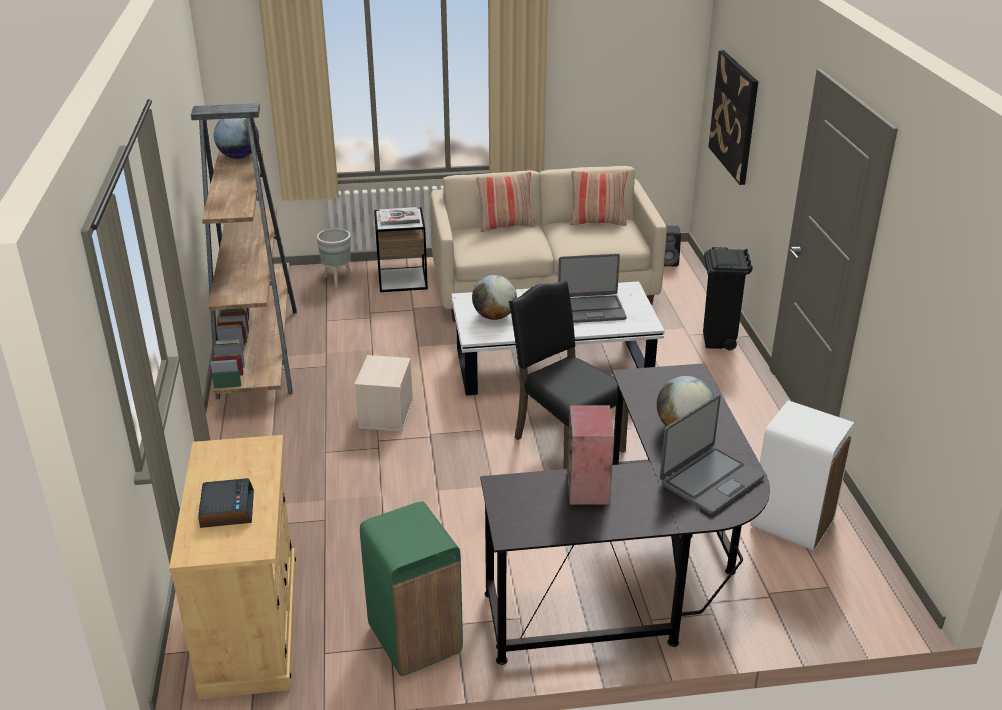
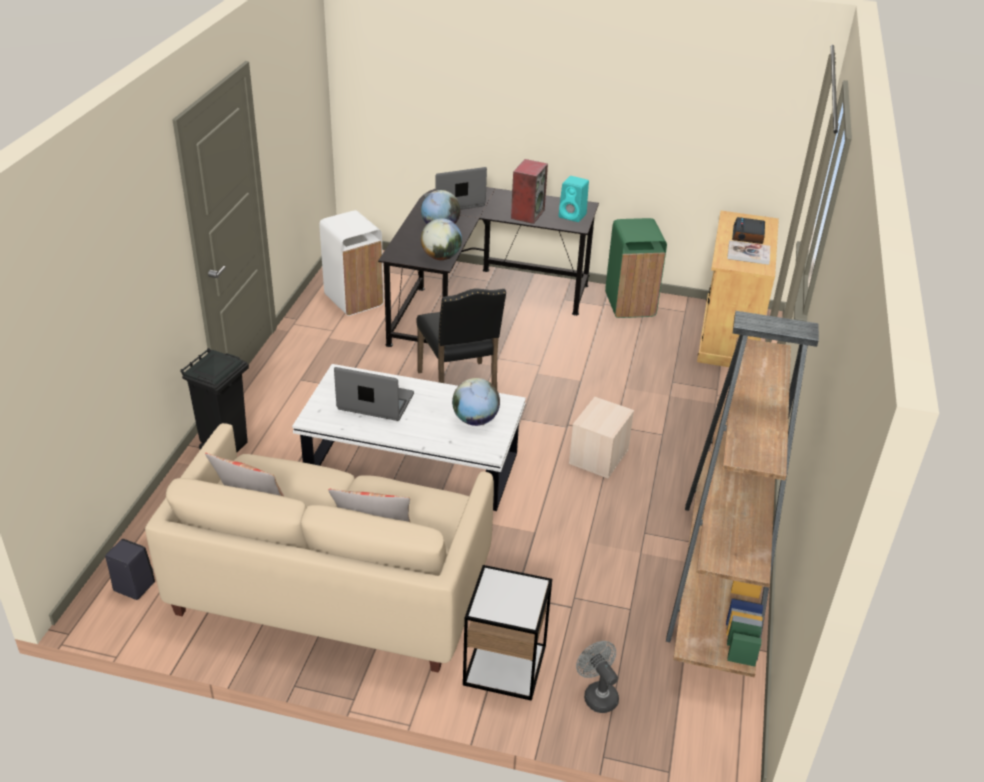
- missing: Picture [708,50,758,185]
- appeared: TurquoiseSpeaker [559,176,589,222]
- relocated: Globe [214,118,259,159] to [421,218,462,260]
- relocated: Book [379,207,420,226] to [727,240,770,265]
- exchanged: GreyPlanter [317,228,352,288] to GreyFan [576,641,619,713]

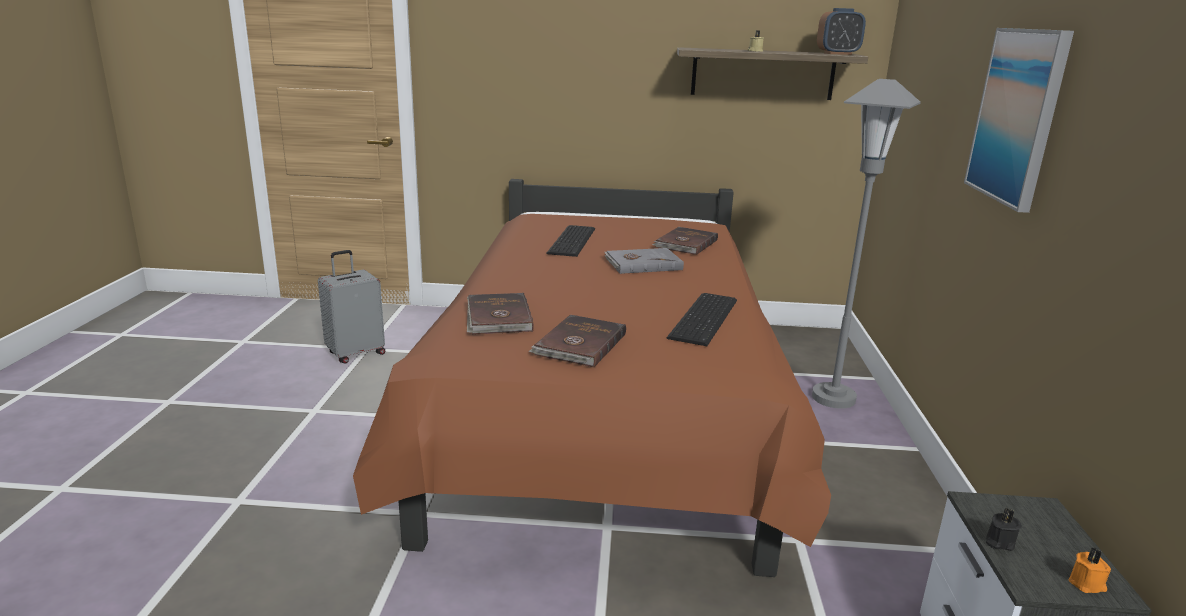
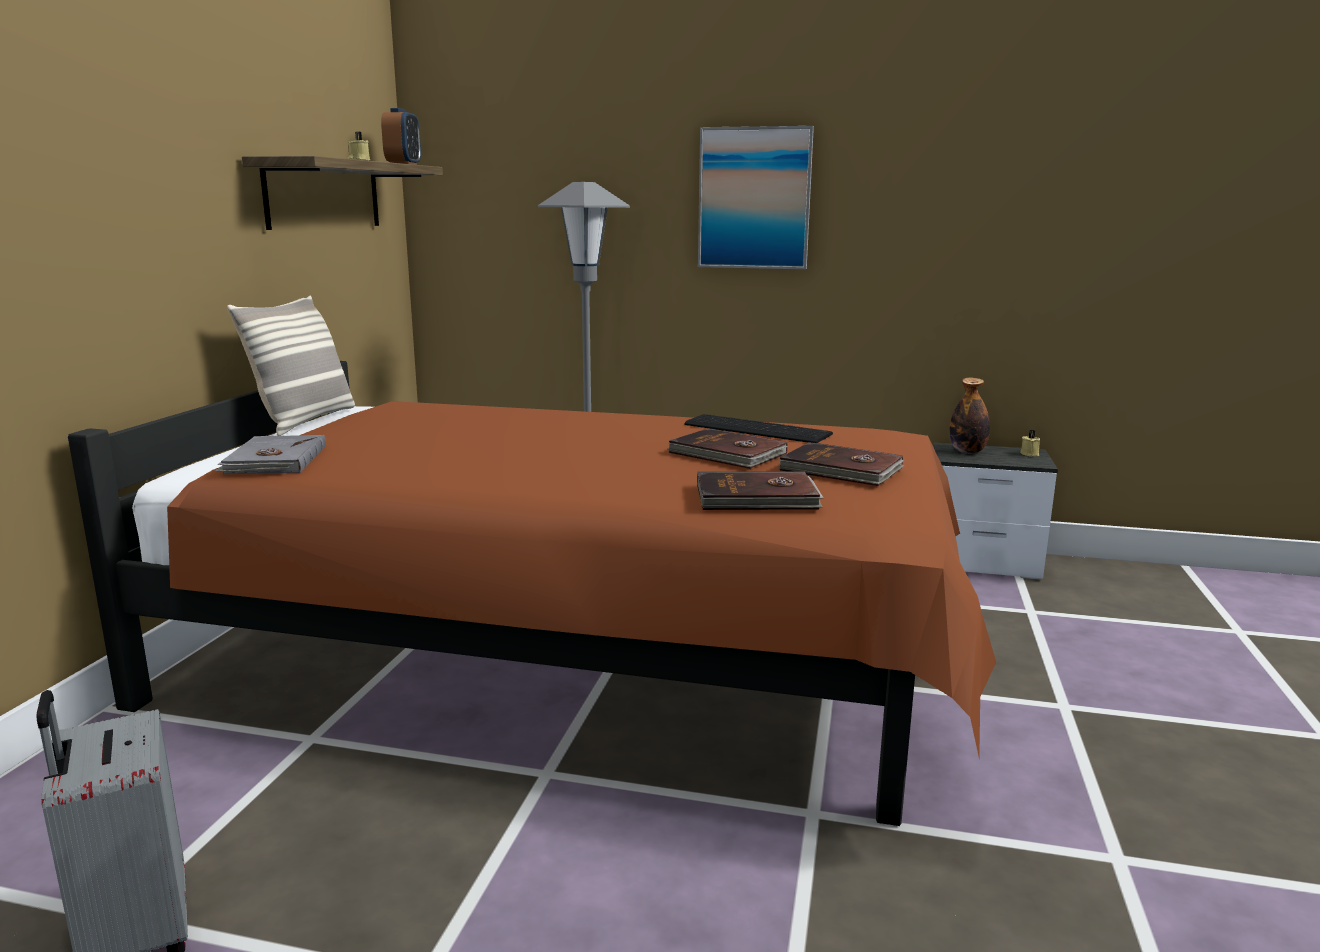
- missing: Keyboard [546,225,595,257]
- missing: BlackCandle [986,508,1022,551]
- appeared: Pillow [227,296,355,436]
- appeared: Bottle [950,378,990,453]
- relocated: GreyBook [604,248,684,274] to [215,435,326,474]
- relocated: BrownBook [652,227,718,255] to [668,428,788,469]
- colour: OrangeCandle [1068,547,1111,593] to BeigeCandle [1020,430,1040,456]

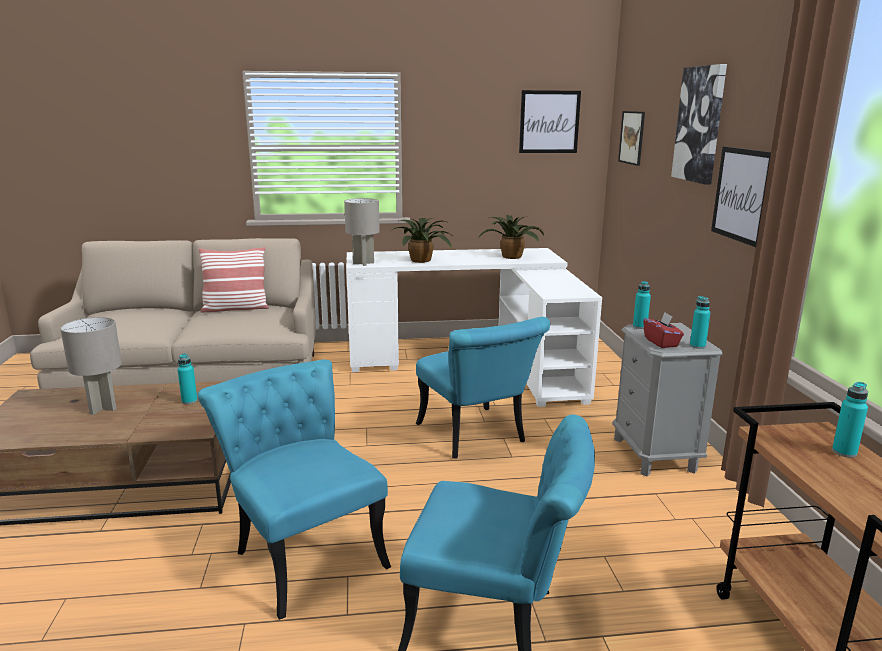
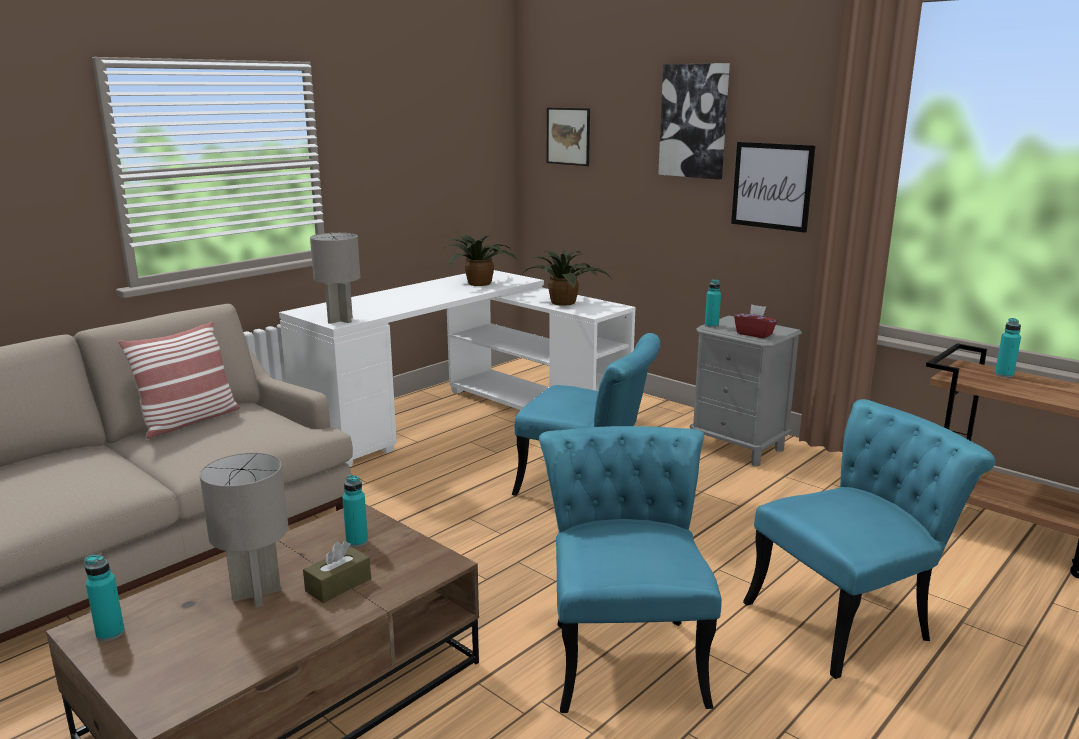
- missing: Picture [519,90,581,153]
- appeared: BrownTissueBox [303,541,371,603]
- relocated: PottedPlant [391,218,453,263] to [523,250,613,306]
- relocated: TurquoiseBottle [690,296,710,349] to [84,555,125,641]
- spun: TurquoiseChair [197,360,391,620] = [539,426,722,713] 75 degrees clockwise

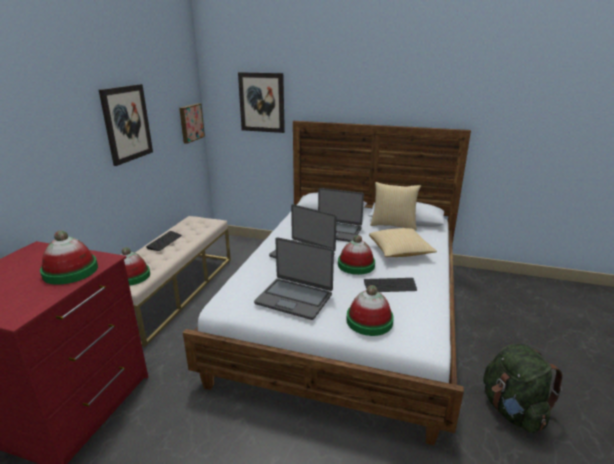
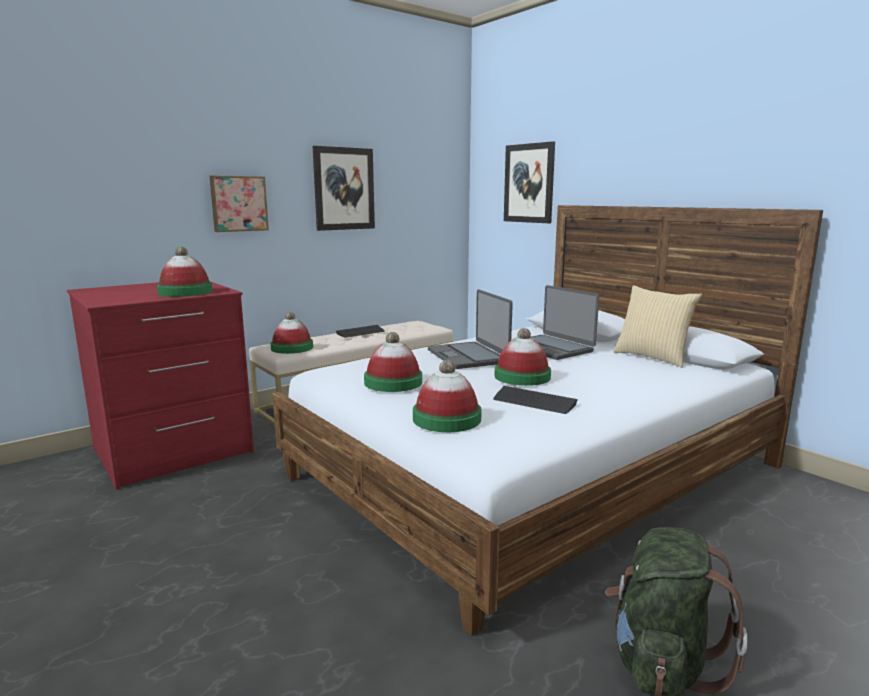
- missing: Pillow [369,228,437,257]
- relocated: Picture [179,103,205,144] to [210,176,269,232]
- exchanged: Laptop [254,237,334,320] to Hat [364,332,422,392]

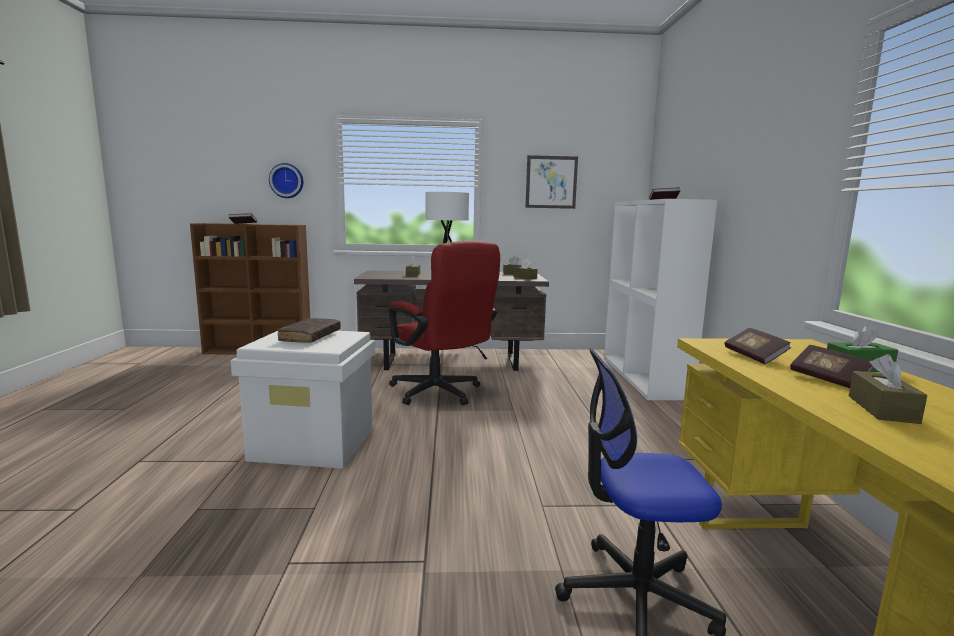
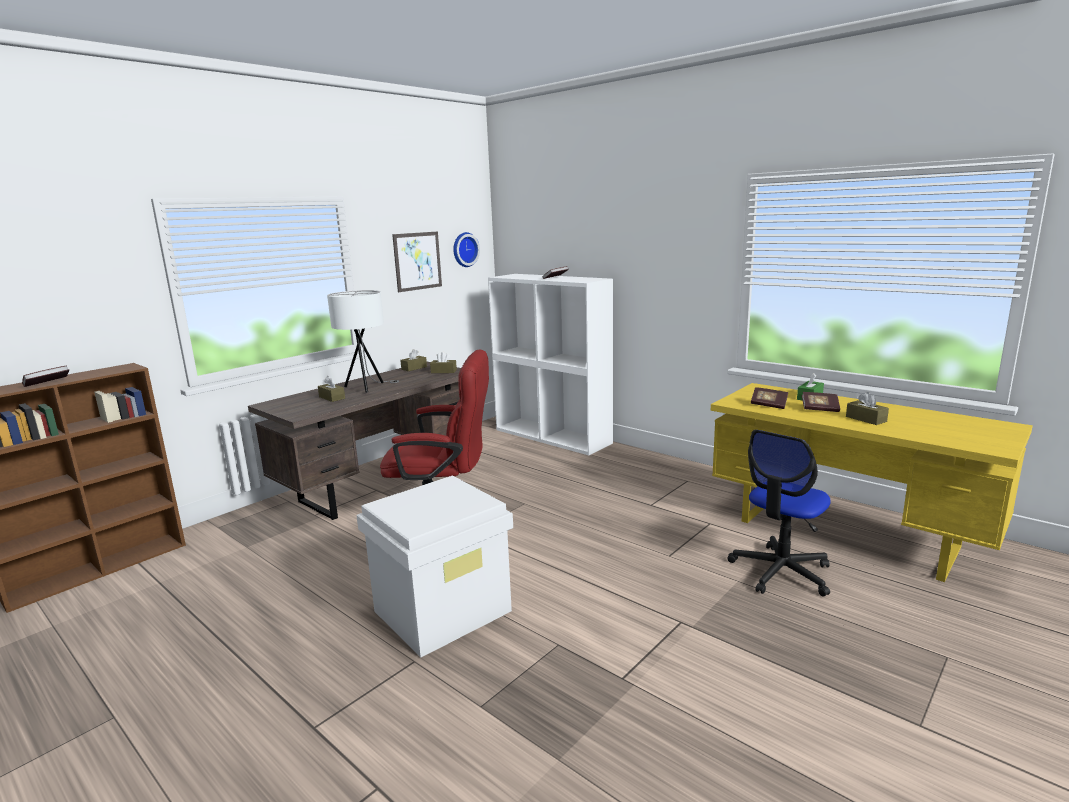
- missing: BrownBook [277,318,341,343]
- relocated: WallClock [269,163,303,198] to [453,232,480,267]

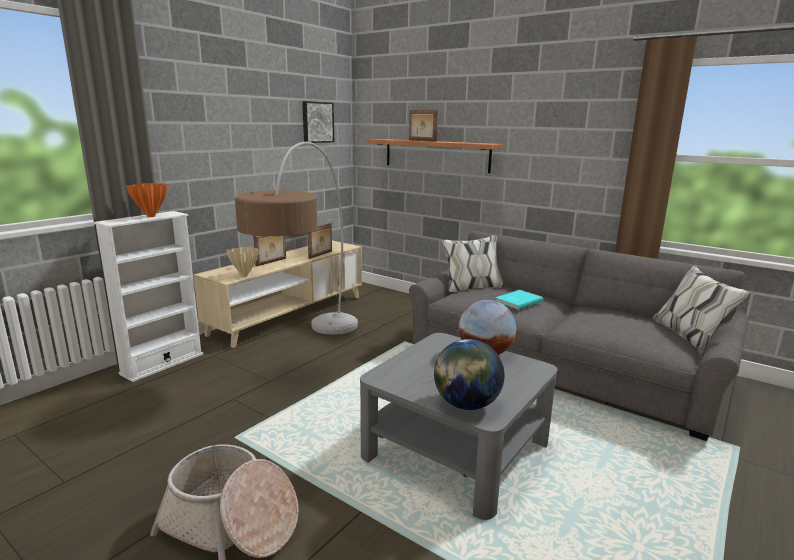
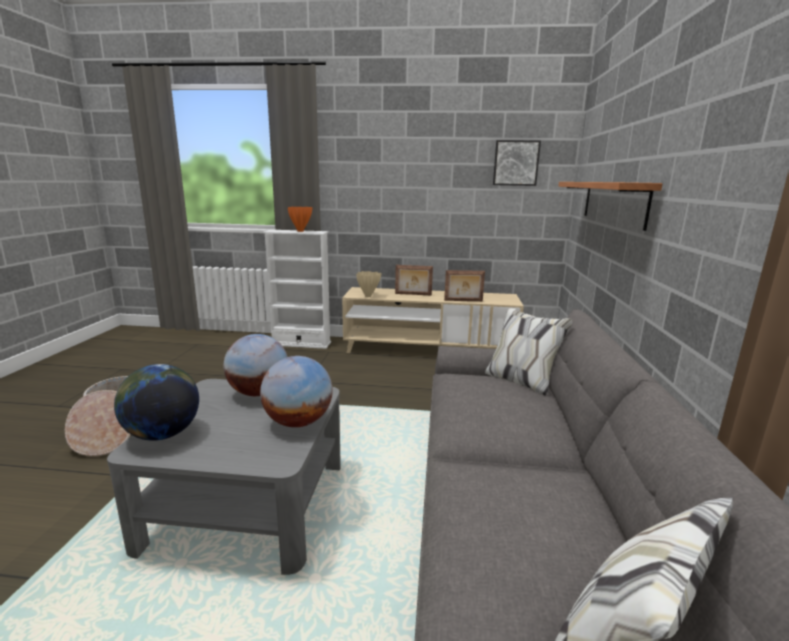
- missing: FloorLamp [235,142,358,335]
- missing: PictureFrame [409,110,438,142]
- missing: TurquoiseBook [495,290,543,310]
- appeared: Globe [223,334,288,396]

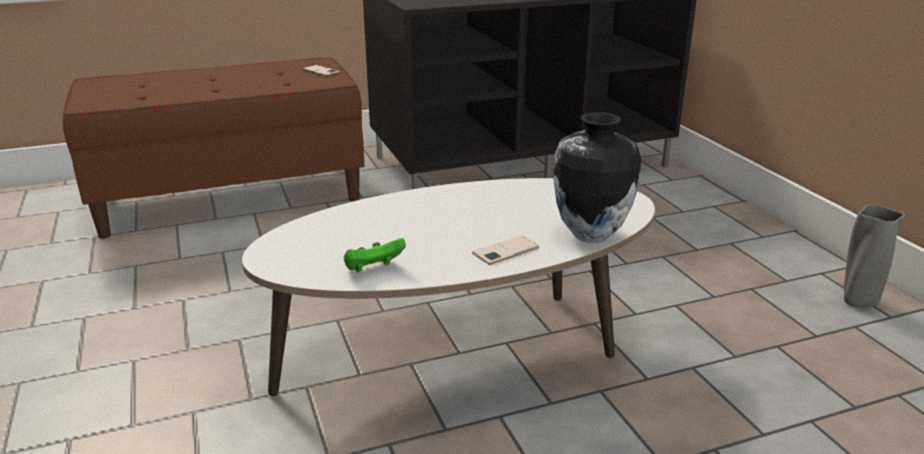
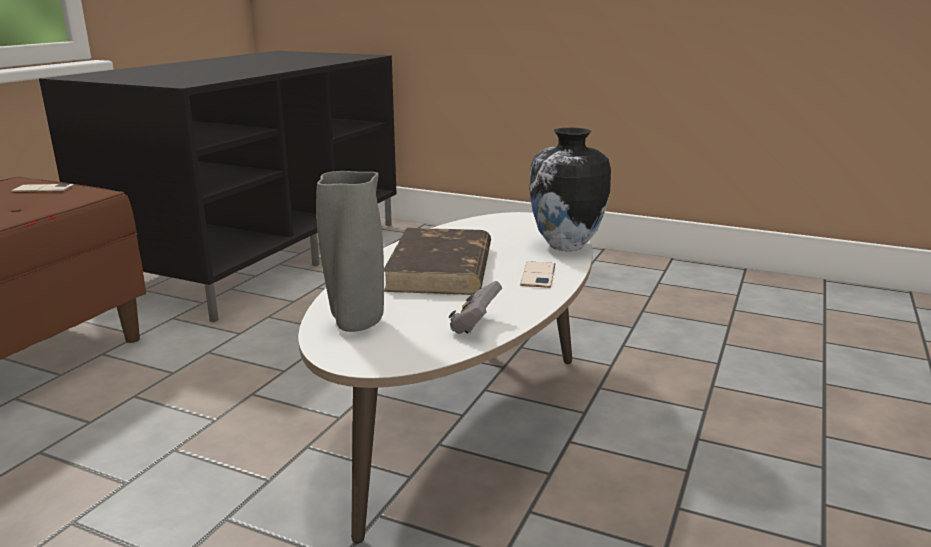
- appeared: BrownBook [384,228,491,295]
- relocated: GreyVase [844,205,906,308] to [316,171,384,332]
- colour: GreenGameController [344,238,406,273] to GreyGameController [449,281,502,334]

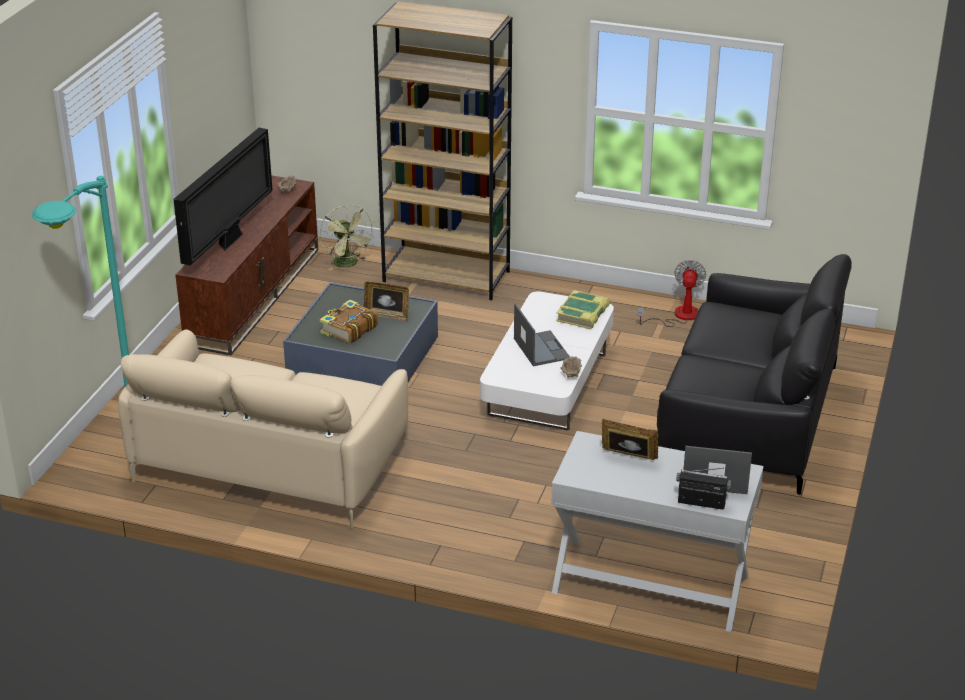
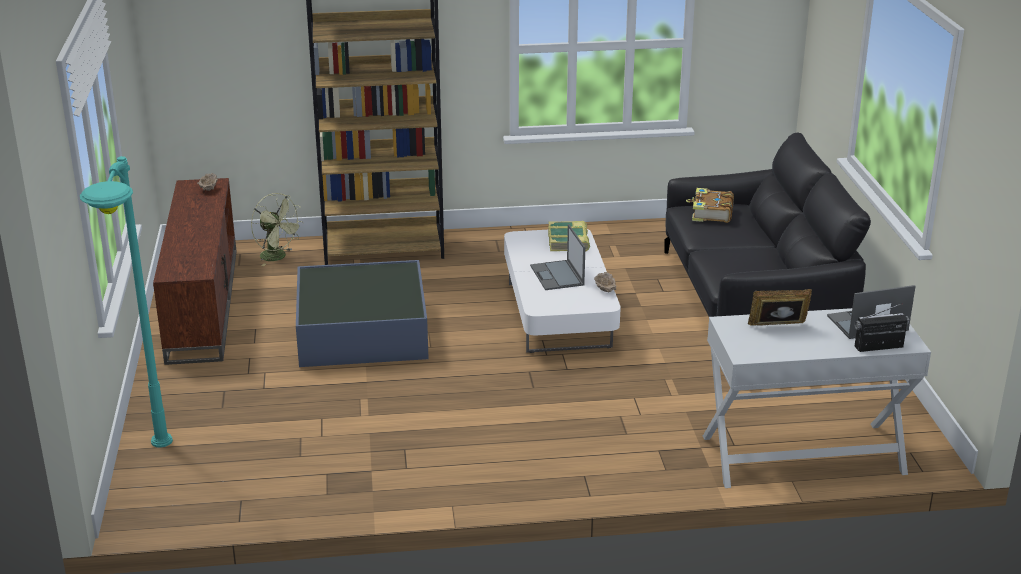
- missing: BeigeSofa [118,329,408,529]
- missing: Television [174,128,273,265]
- missing: PictureFrame [364,282,409,322]
- missing: Fan [637,260,706,327]
- relocated: Book [320,300,378,343] to [686,188,734,223]
- spun: Laptop [514,304,569,366] = [530,224,585,290] 150 degrees counterclockwise

